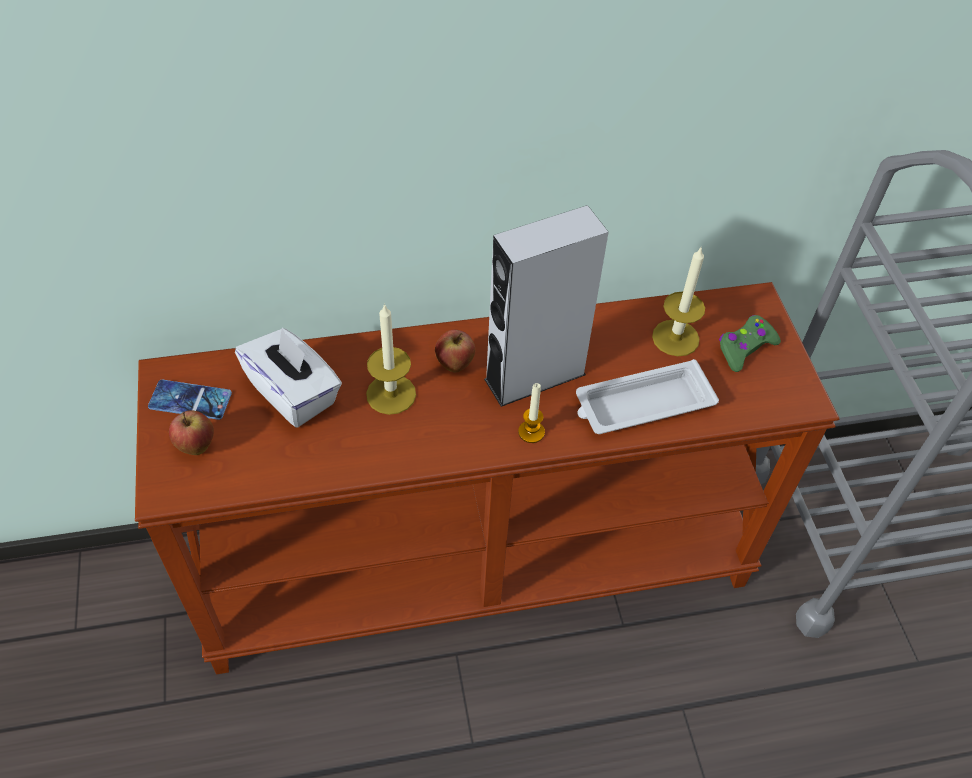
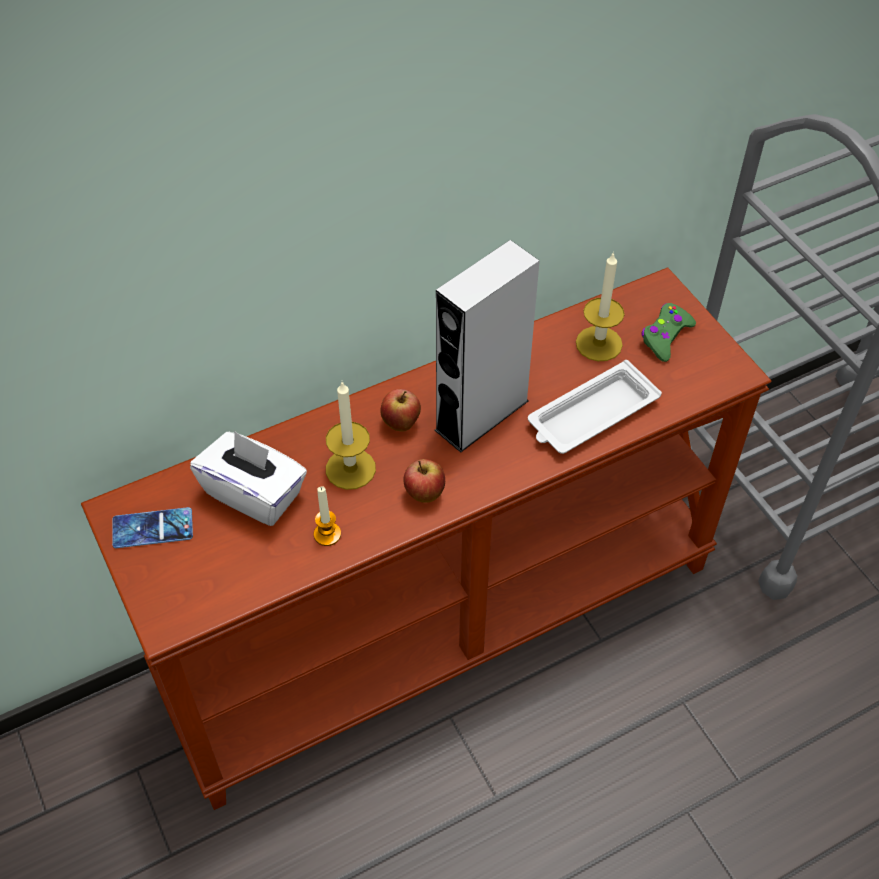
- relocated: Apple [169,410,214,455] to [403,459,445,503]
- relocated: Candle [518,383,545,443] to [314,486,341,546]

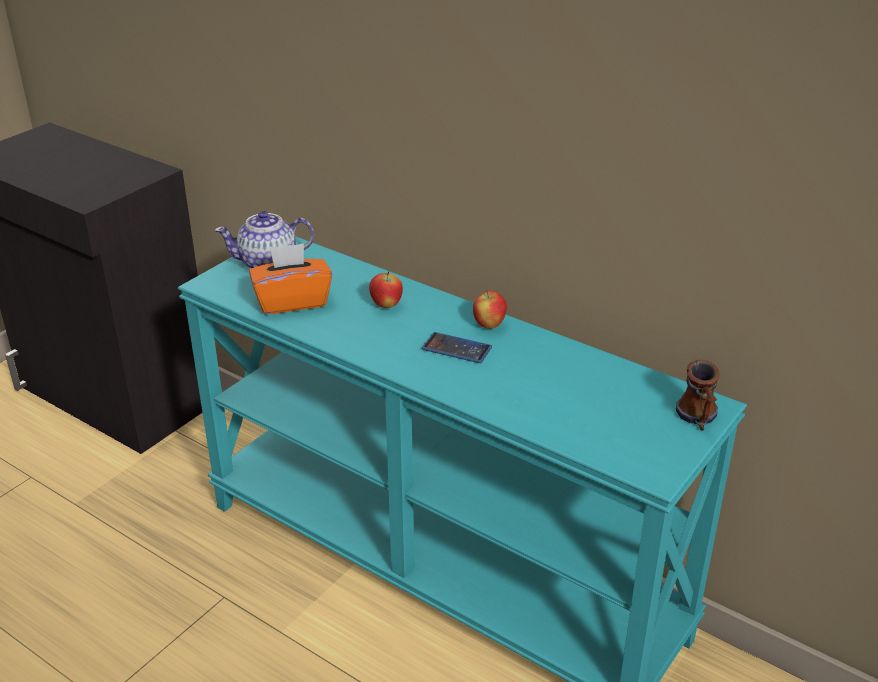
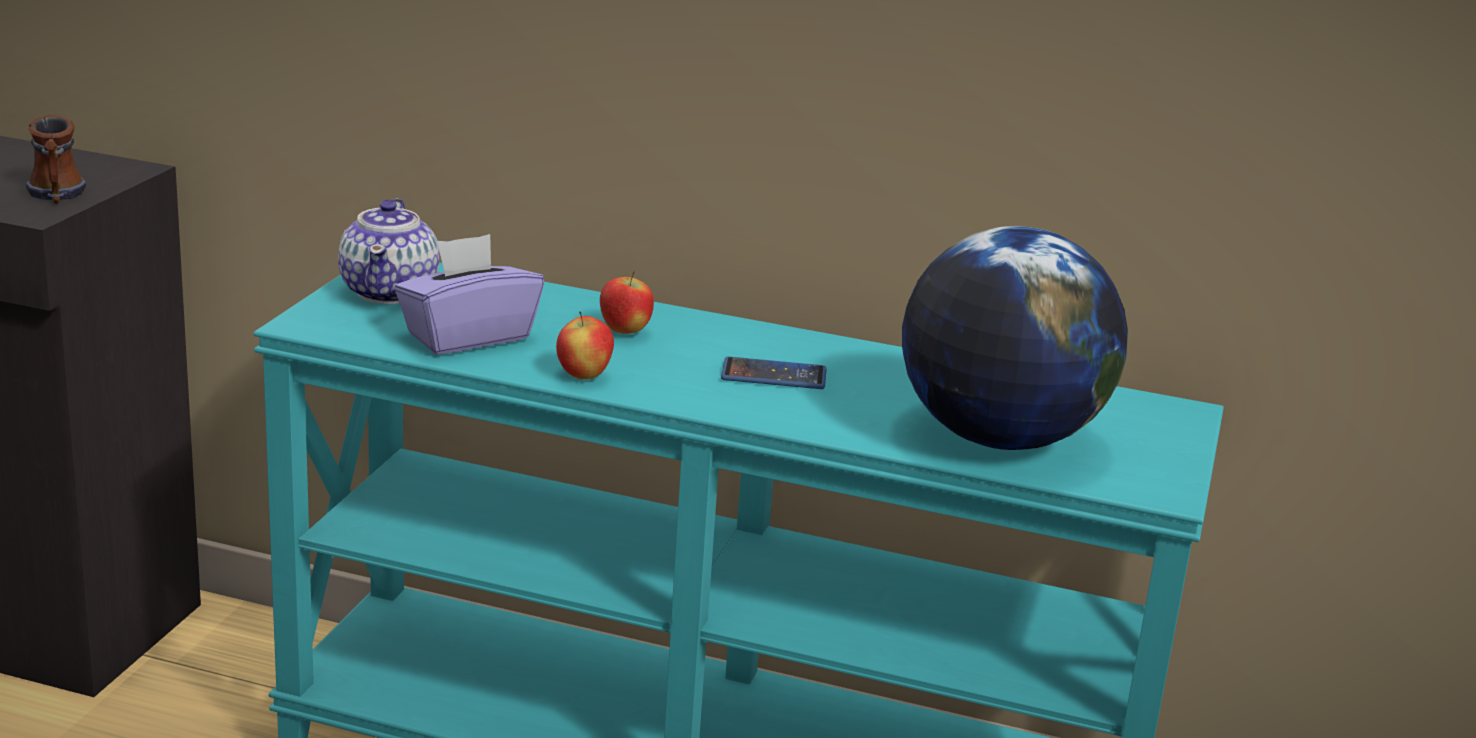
- appeared: Globe [902,226,1128,450]
- relocated: Apple [473,290,507,329] to [556,311,614,380]
- relocated: Mug [676,359,719,430] to [26,115,86,204]
- colour: OrangeTissueBox [249,243,332,314] to PurpleTissueBox [394,234,544,355]
- spun: Teapot [214,211,314,268] = [338,198,439,304] 60 degrees counterclockwise

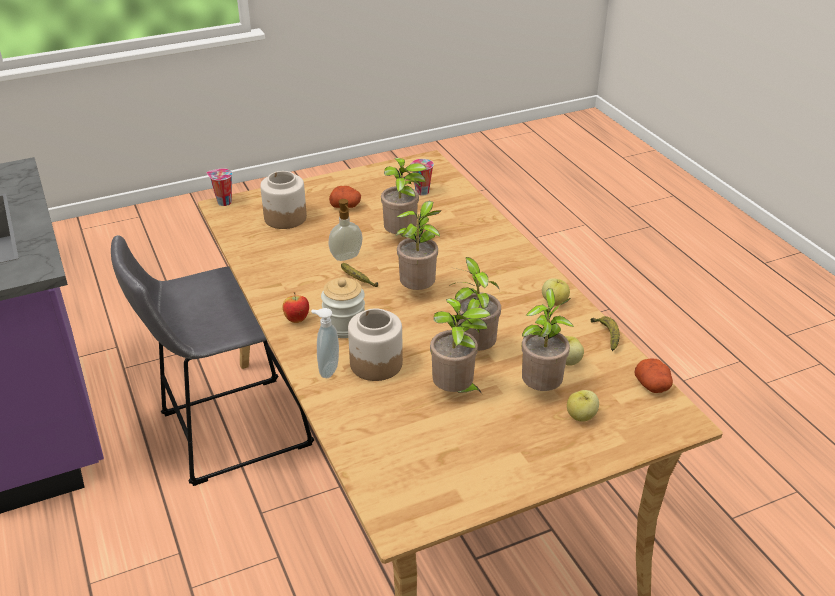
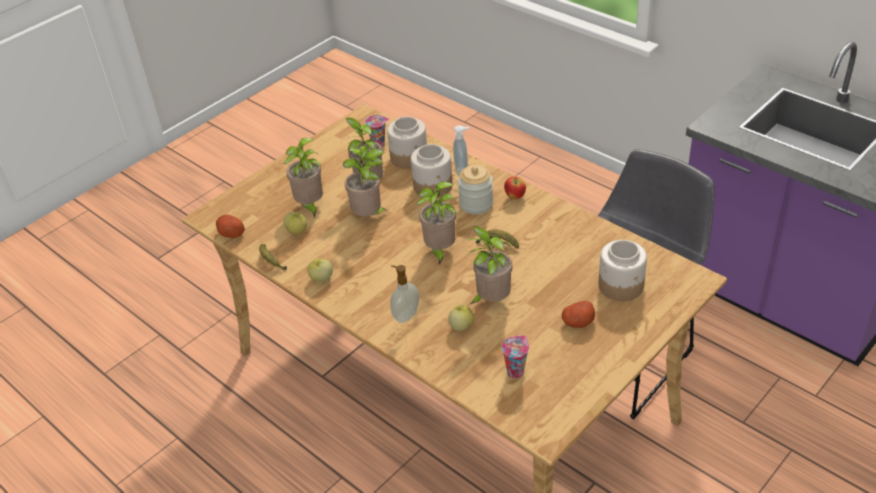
- appeared: Jar [387,117,427,169]
- relocated: Cup [206,168,232,206] to [365,115,389,147]
- relocated: SoapDispenser [328,199,363,261] to [390,265,419,323]
- relocated: Apple [567,390,599,422] to [448,305,474,331]

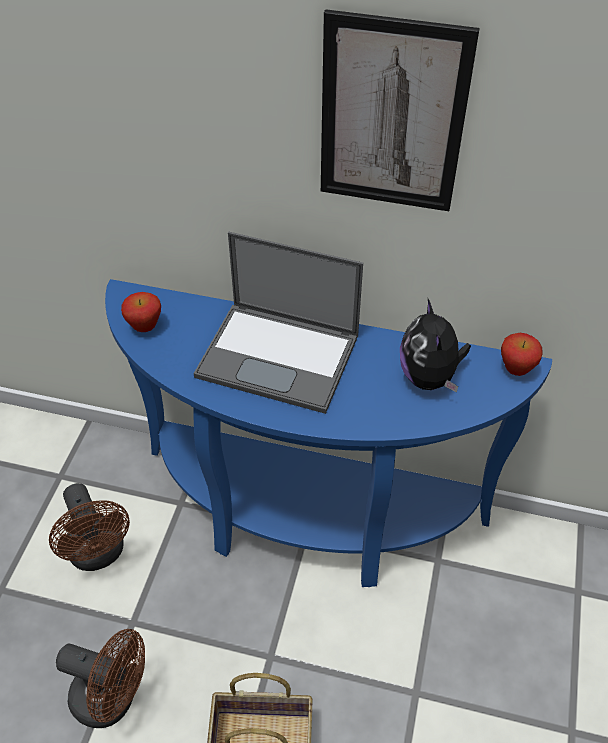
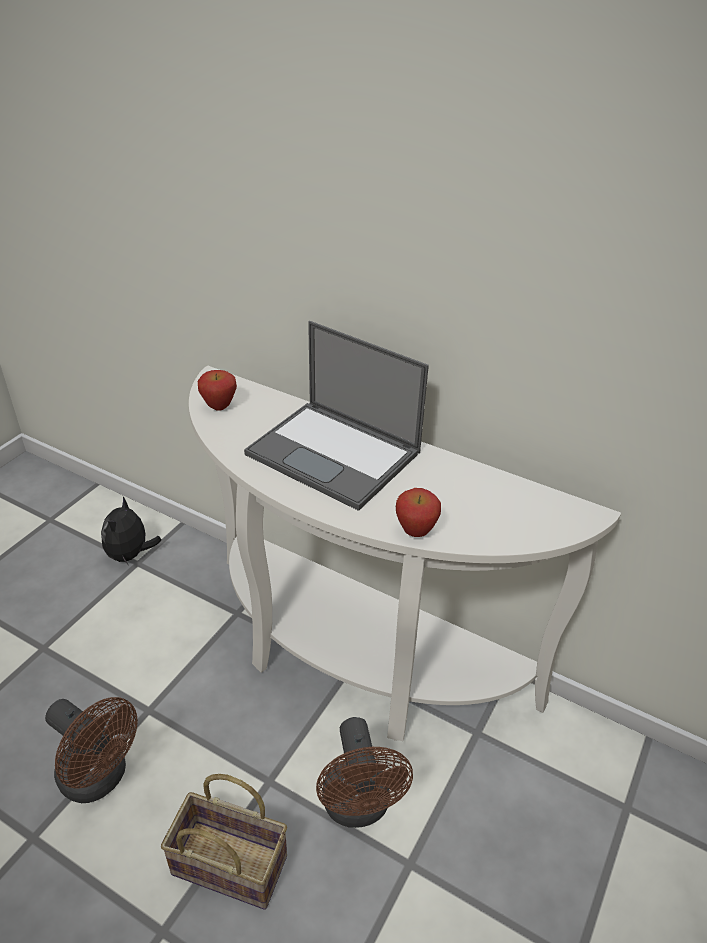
- missing: Picture [321,9,480,211]
- relocated: BrownFan [49,483,130,571] to [316,717,413,828]
- relocated: PlushToy [400,299,471,392] to [101,497,162,564]
- relocated: Apple [501,333,543,376] to [396,488,441,537]
- colour: BlueConsoleTable [105,279,552,587] to WhiteConsoleTable [189,365,621,741]

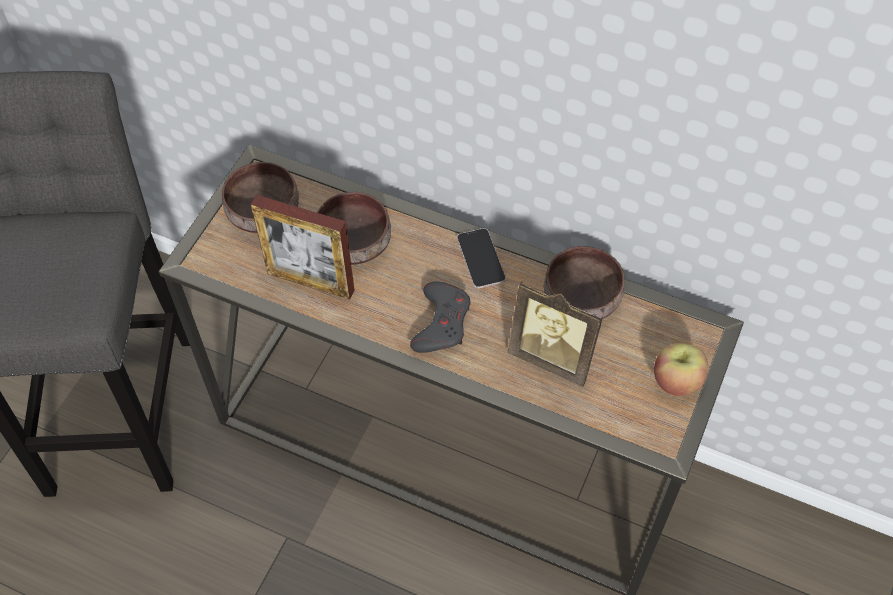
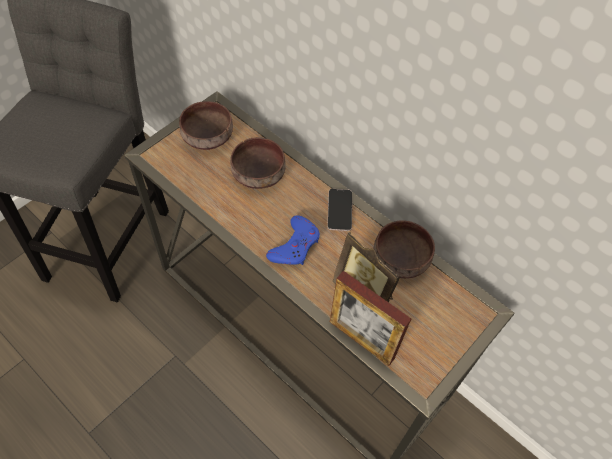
- missing: Apple [654,343,708,396]
- relocated: PictureFrame [250,195,355,300] to [330,271,411,366]
- colour: GreyGameController [410,282,471,353] to BlueGameController [266,215,320,265]

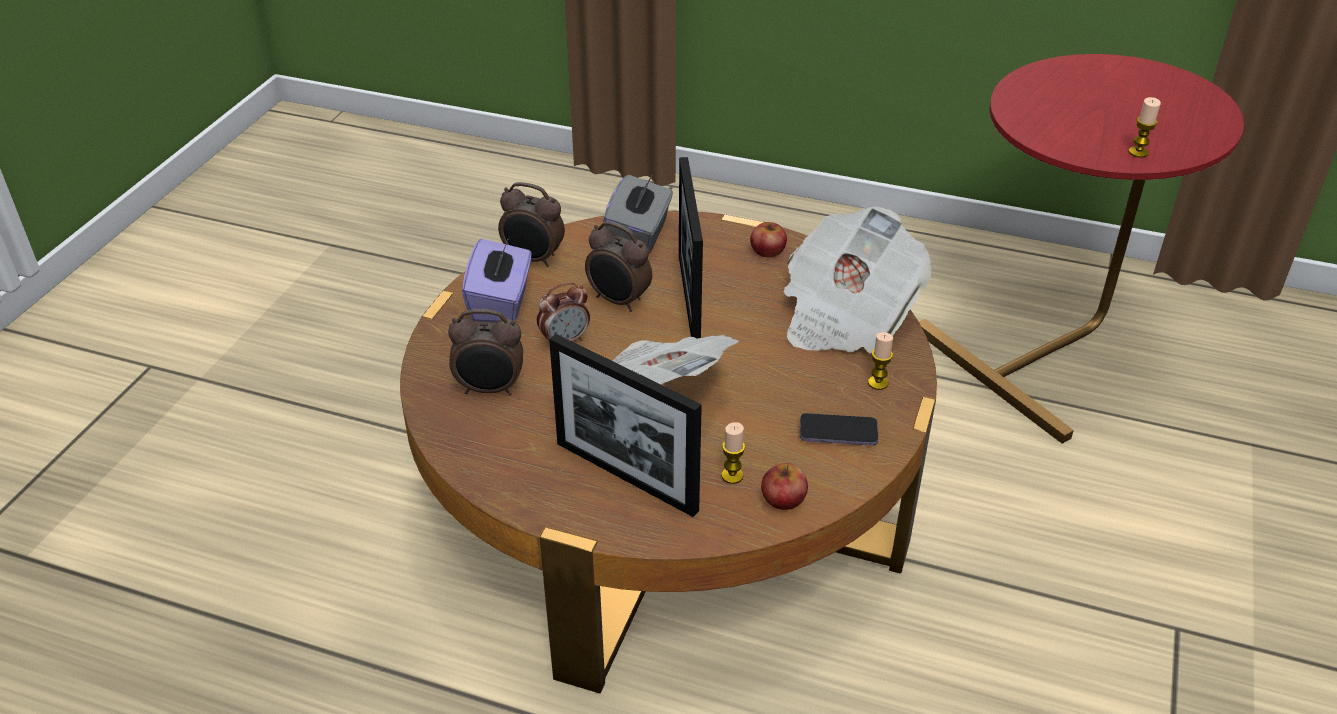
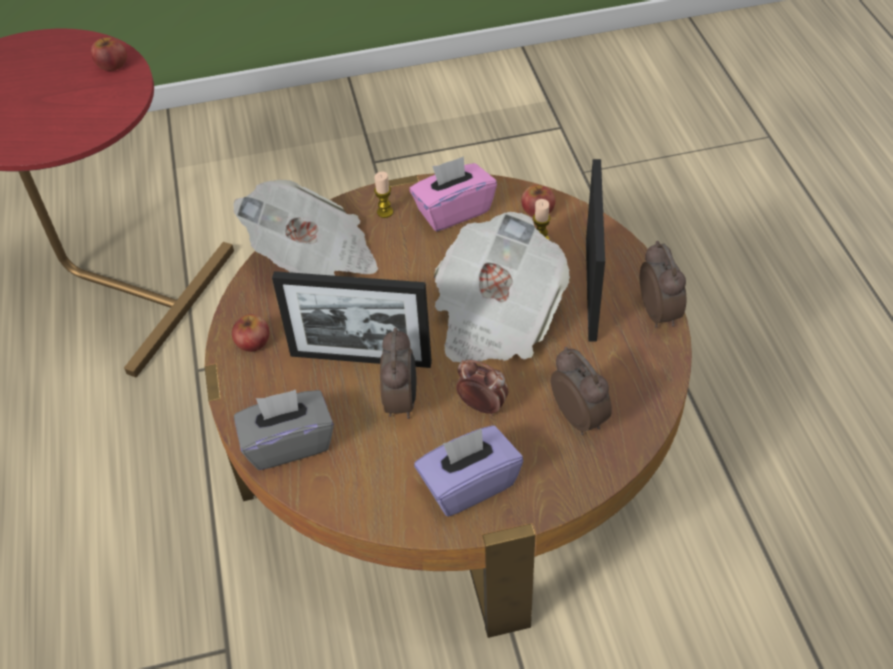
- relocated: AlarmClock [498,182,565,267] to [640,241,686,328]
- exchanged: Phone [800,413,878,446] to PinkTissueBox [409,156,497,231]
- exchanged: Candle [1129,97,1161,158] to Apple [91,37,127,71]
- spun: PictureFrame [679,157,703,338] = [272,271,432,368] 45 degrees clockwise

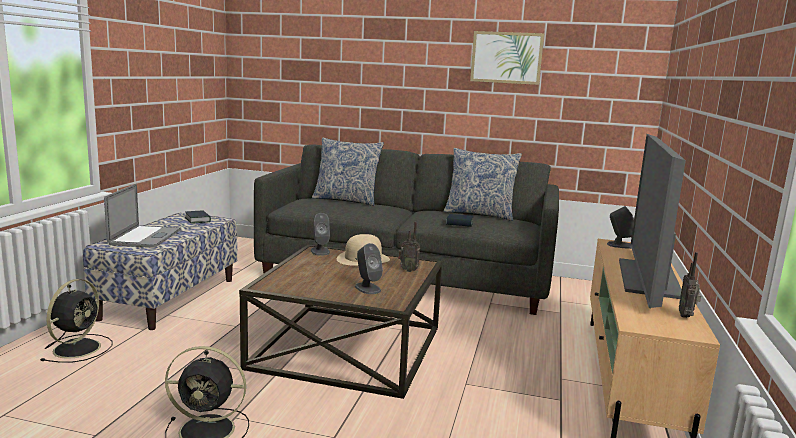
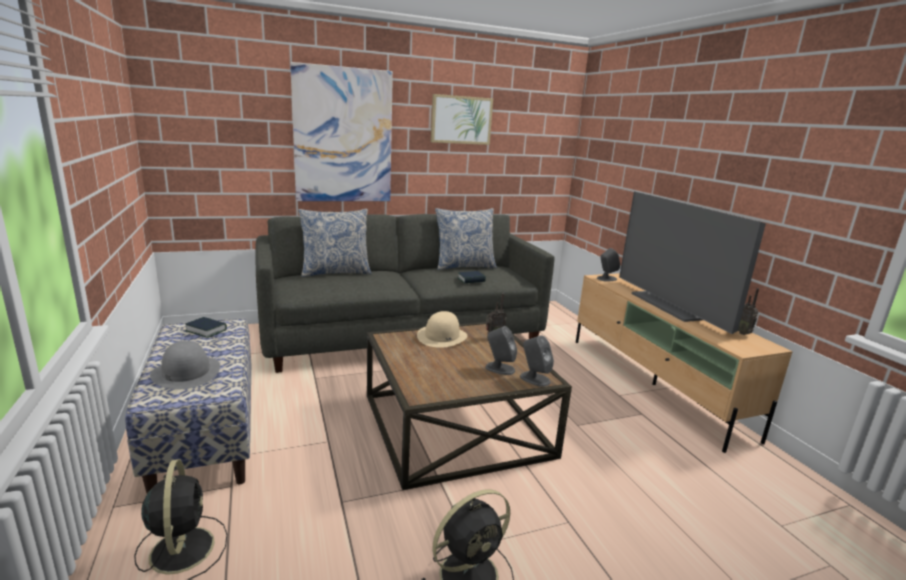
- appeared: Picture [290,62,393,201]
- relocated: GreySpeaker [311,213,330,256] to [520,335,554,387]
- exchanged: Laptop [104,184,181,248] to GreyHat [150,341,220,390]

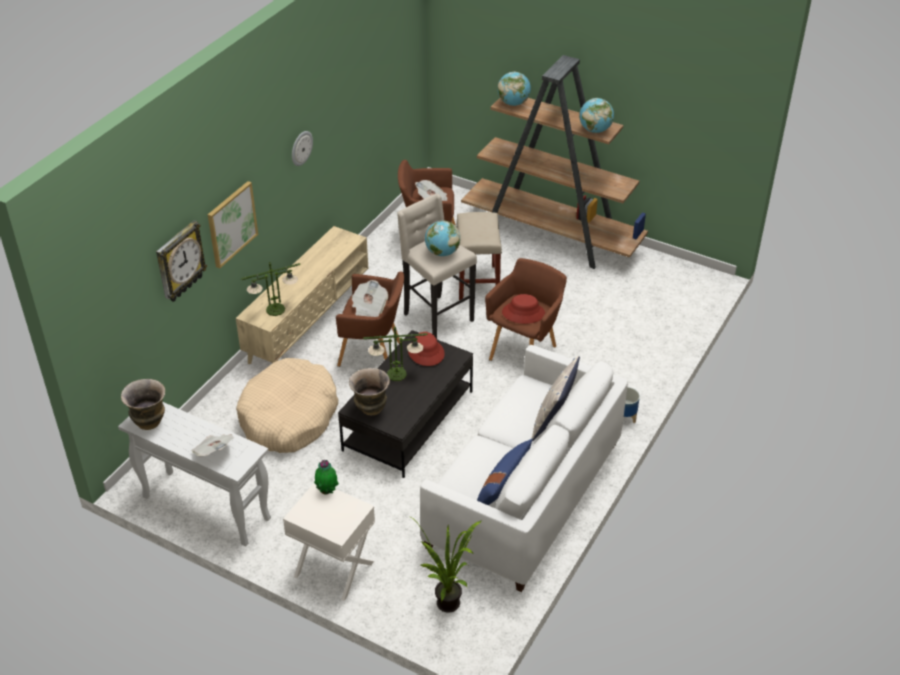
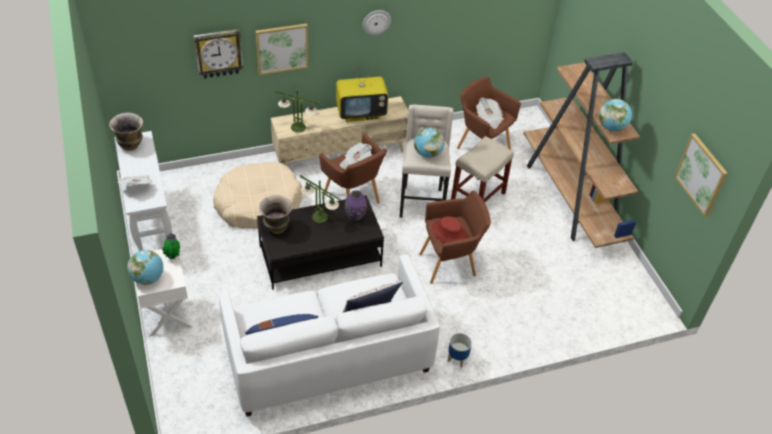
- missing: PottedPlant [410,517,482,613]
- appeared: Television [336,68,389,122]
- appeared: Picture [674,133,728,216]
- relocated: Globe [498,72,531,106] to [127,250,163,285]
- exchanged: RedHat [408,332,445,366] to PurpleVase [345,190,367,221]

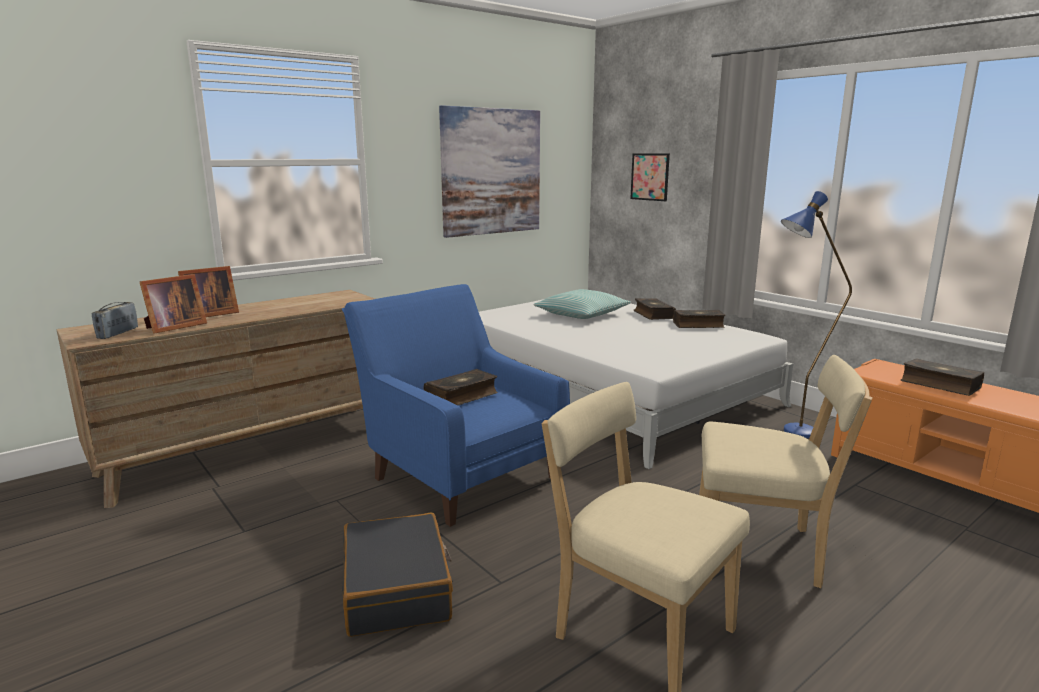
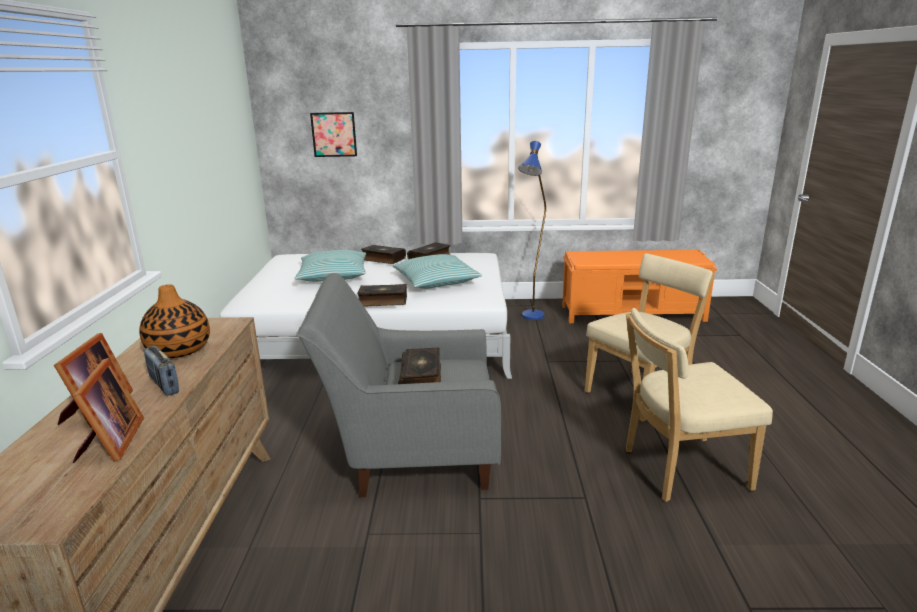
- missing: BlackSuitcase [342,513,453,637]
- missing: Picture [439,105,540,238]
- appeared: Vase [139,284,210,358]
- appeared: Pillow [393,254,482,289]
- relocated: Radio [92,302,138,339] to [144,346,179,396]
- relocated: Book [901,358,985,396] to [357,284,407,306]
- colour: BlueArmchair [342,284,570,527] to GreyArmchair [296,273,501,497]

